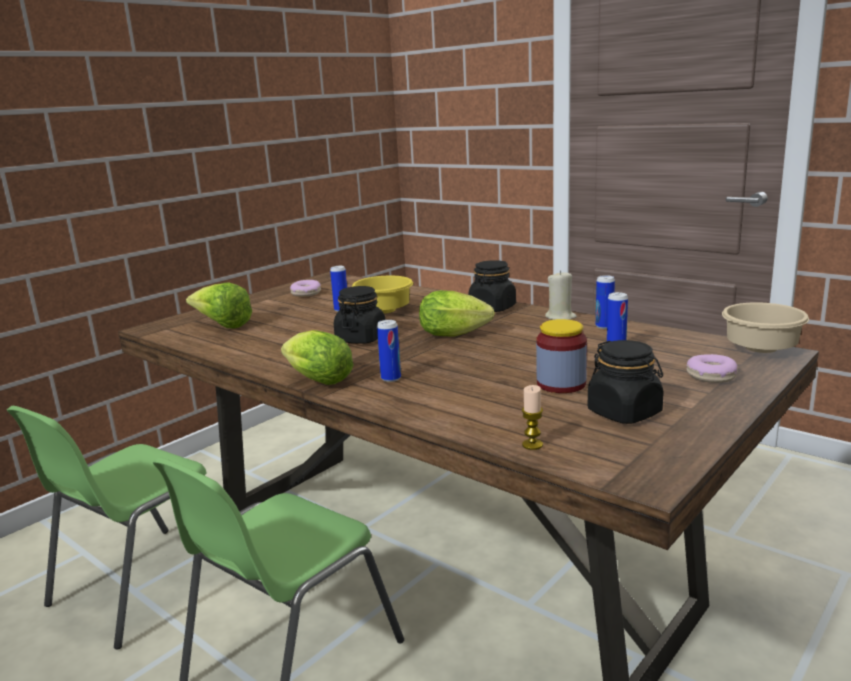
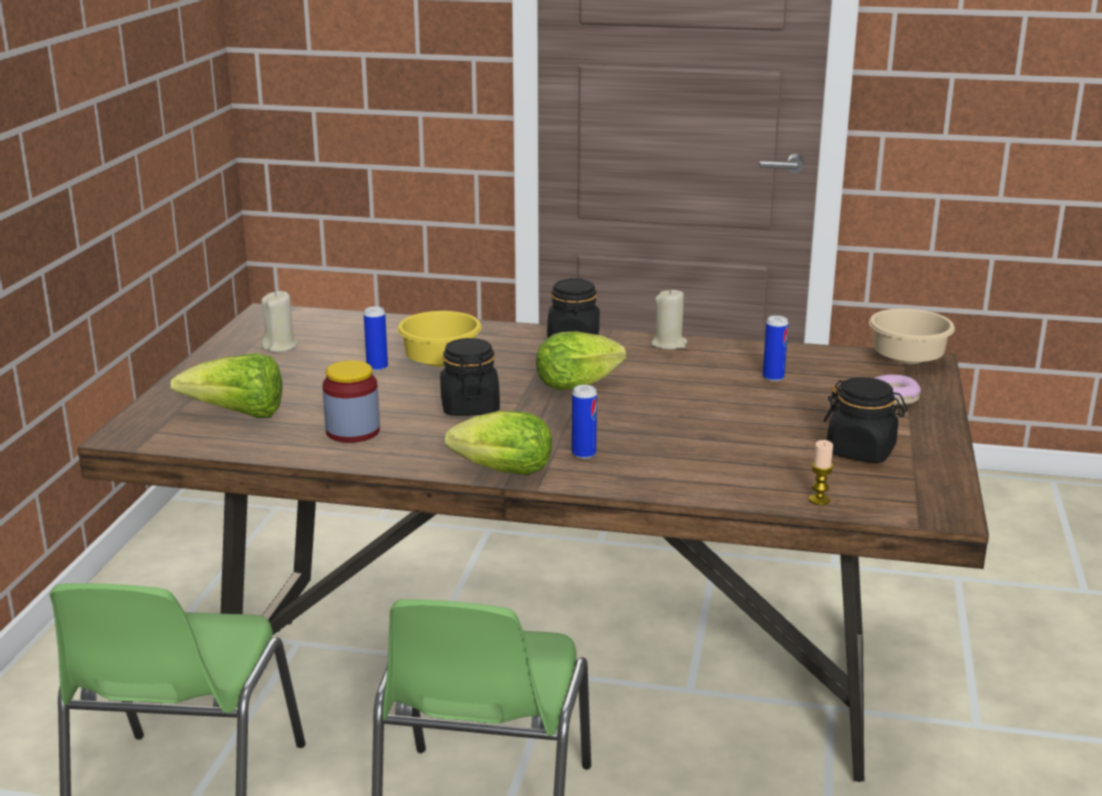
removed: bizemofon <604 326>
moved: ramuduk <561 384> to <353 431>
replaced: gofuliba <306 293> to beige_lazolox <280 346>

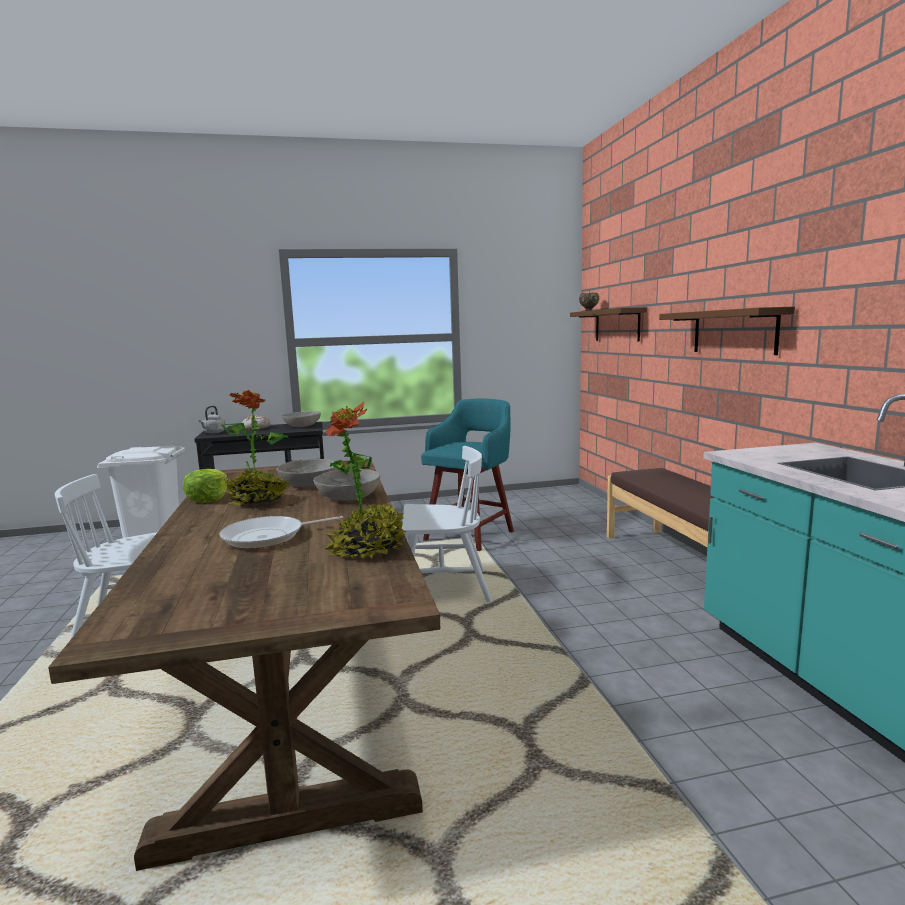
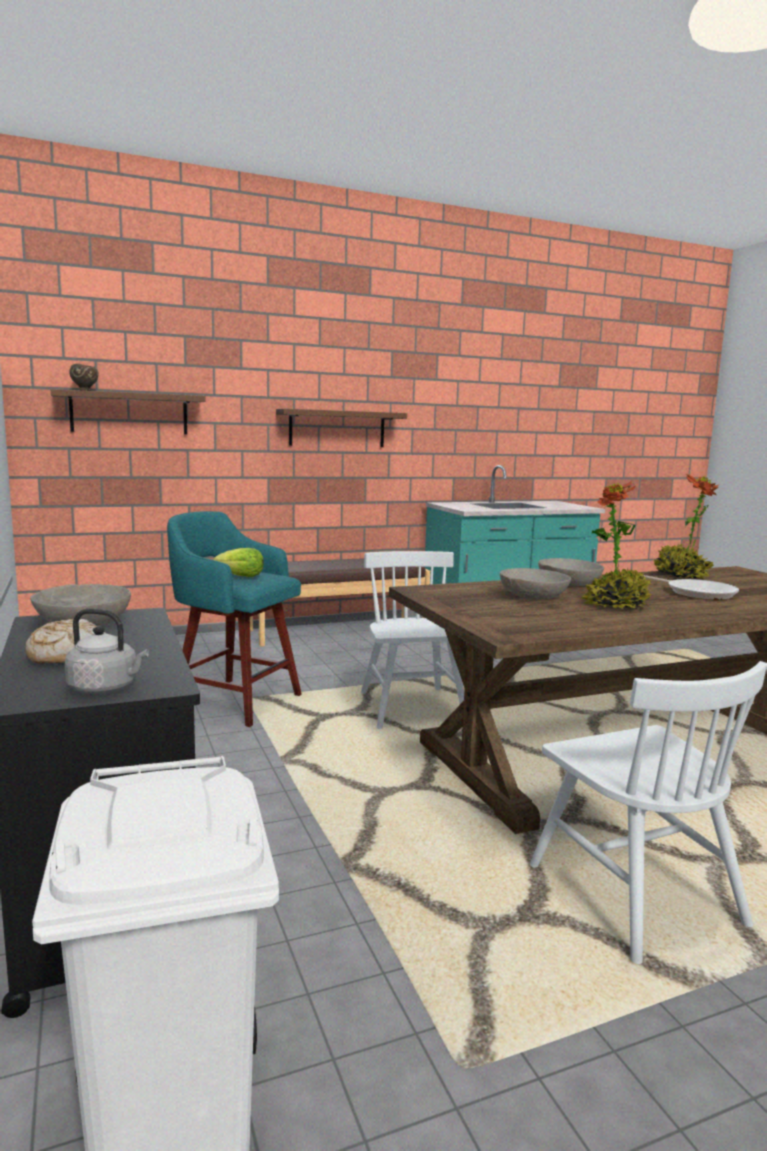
moved: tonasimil <208 499> to <241 576>

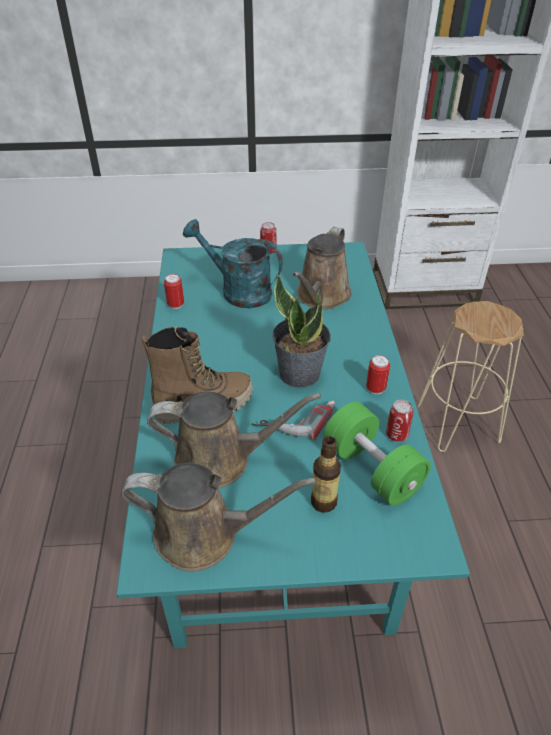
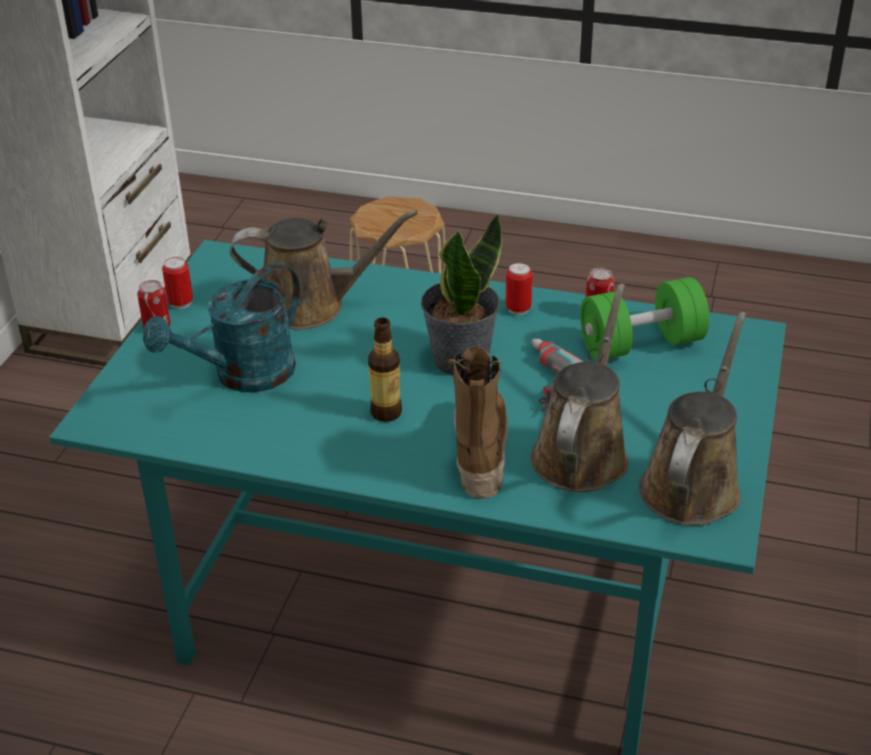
moved: bizemofon <176 305> to <180 303>; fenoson <323 502> to <386 412>
turned: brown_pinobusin <321 296> = <311 305> 45 degrees counterclockwise

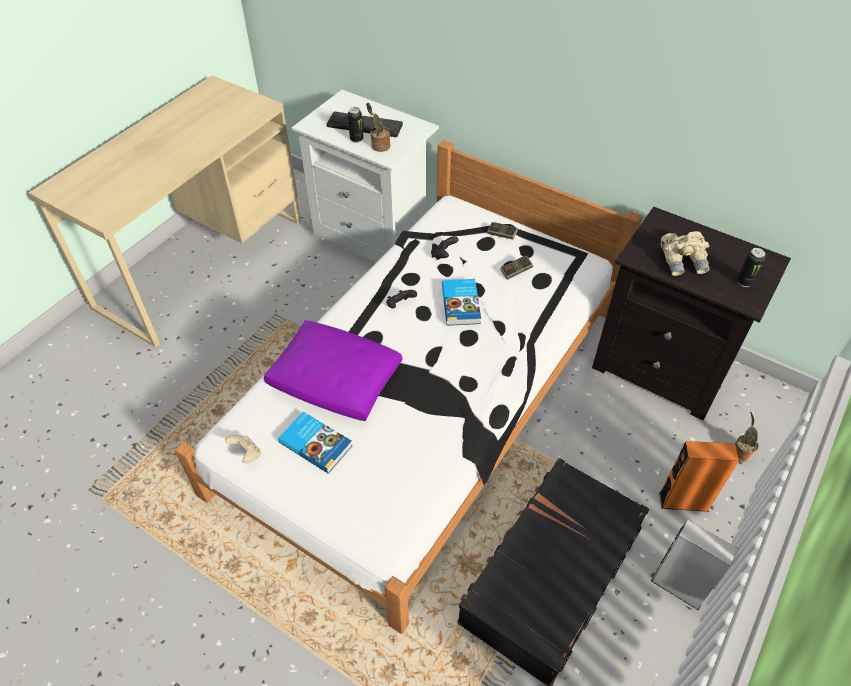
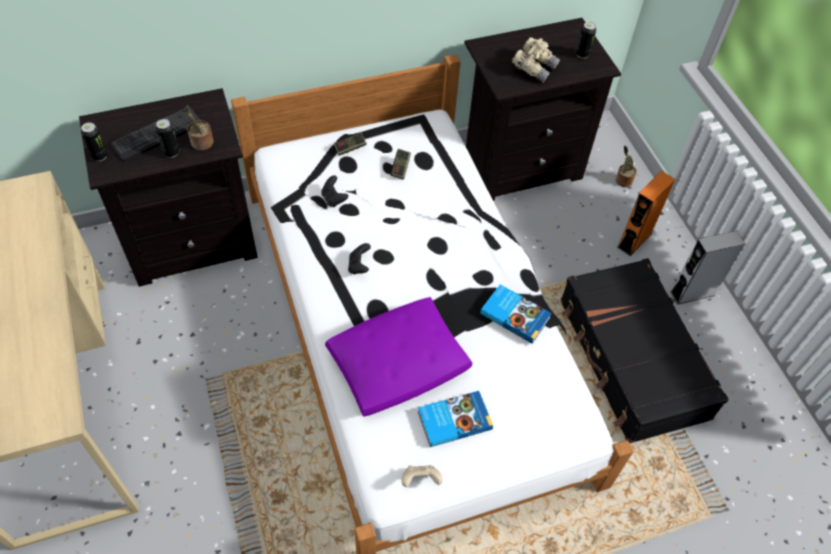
added: bizemofon <99 156>
moved: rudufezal <462 304> to <515 315>
recoloured: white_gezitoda <374 236> to black_gezitoda <193 241>

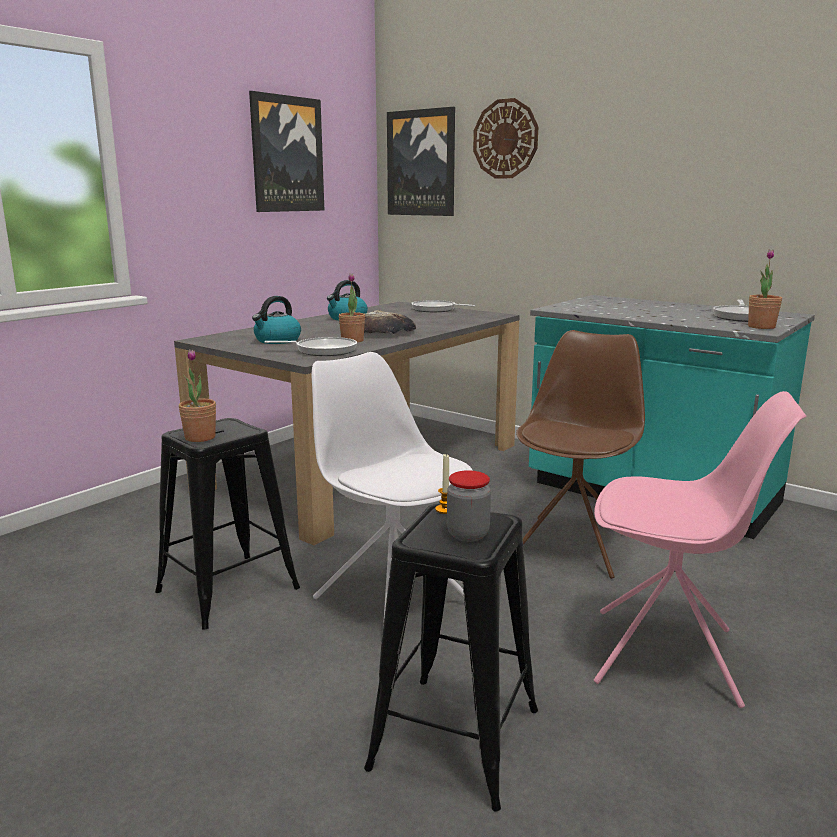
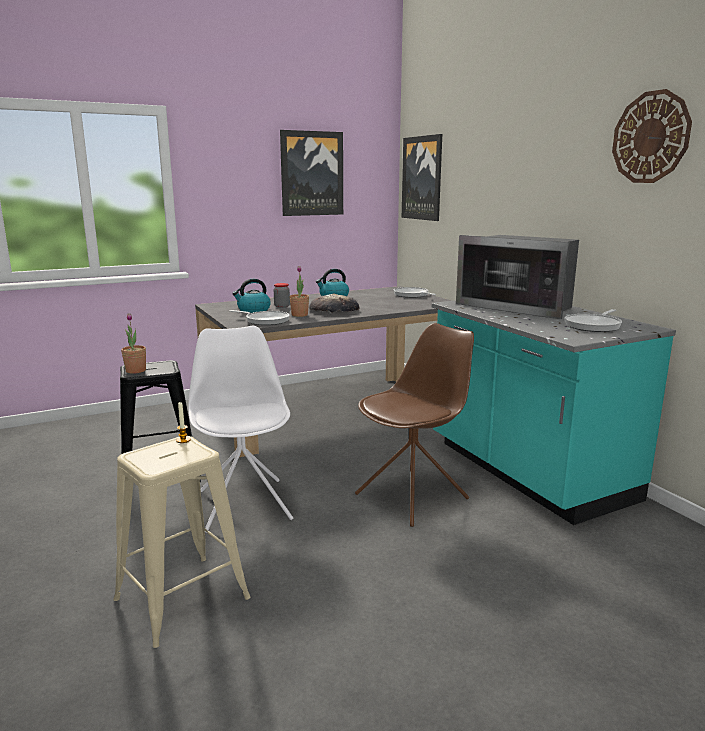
removed: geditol <761 327>; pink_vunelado <669 657>
added: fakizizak <518 306>
moved: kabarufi <505 139> to <650 137>; ramuduk <468 534> to <282 306>
recoloured: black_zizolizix <455 738> to beige_zizolizix <182 599>

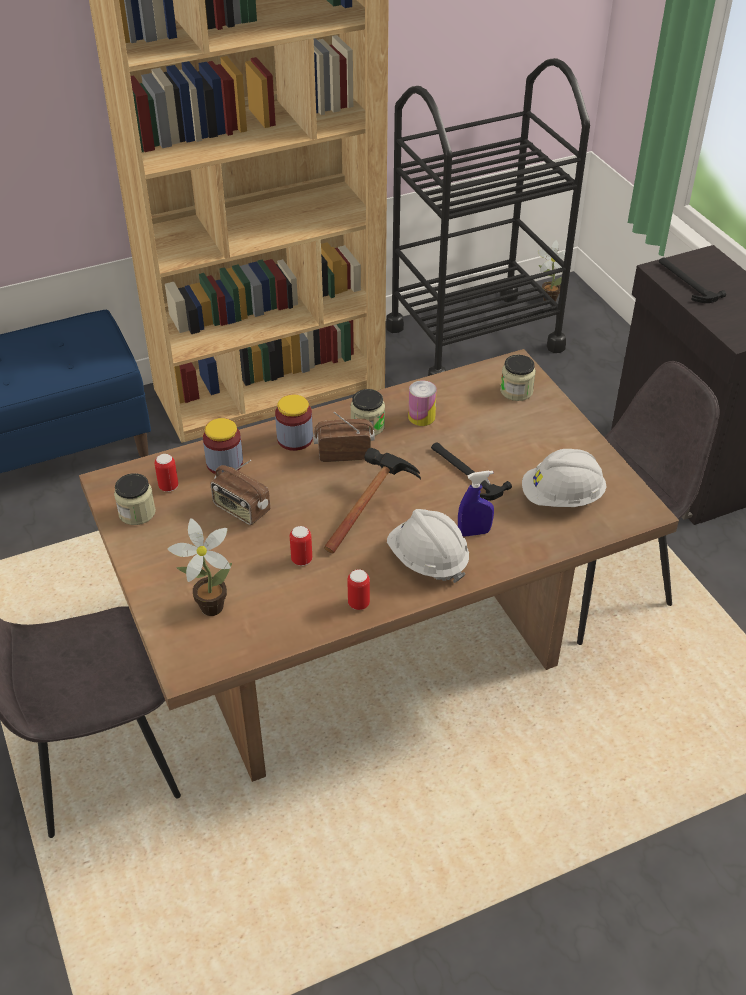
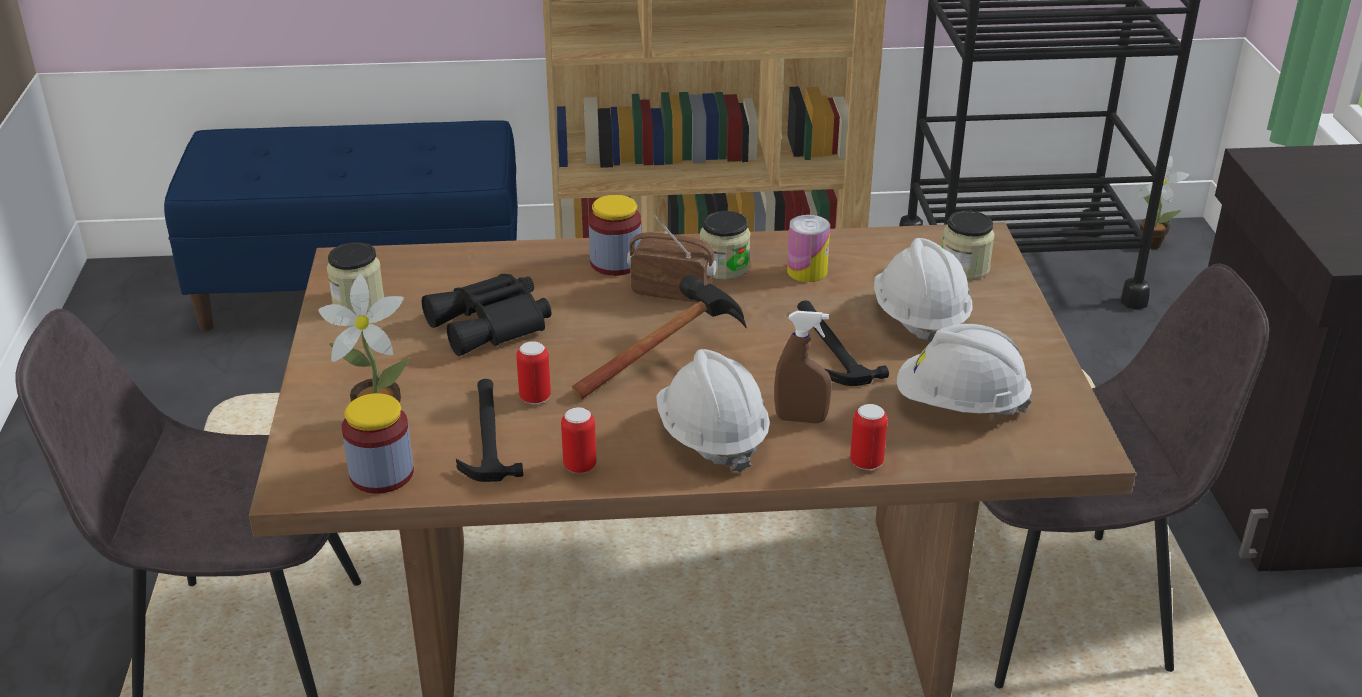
added: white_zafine <919 318>
moved: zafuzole <686 282> to <487 433>; ramuduk <224 463> to <381 474>; bizemofon <168 486> to <866 463>
replaced: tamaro <241 510> to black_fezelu <492 325>
recoloured: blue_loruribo <474 532> to brown_loruribo <801 419>

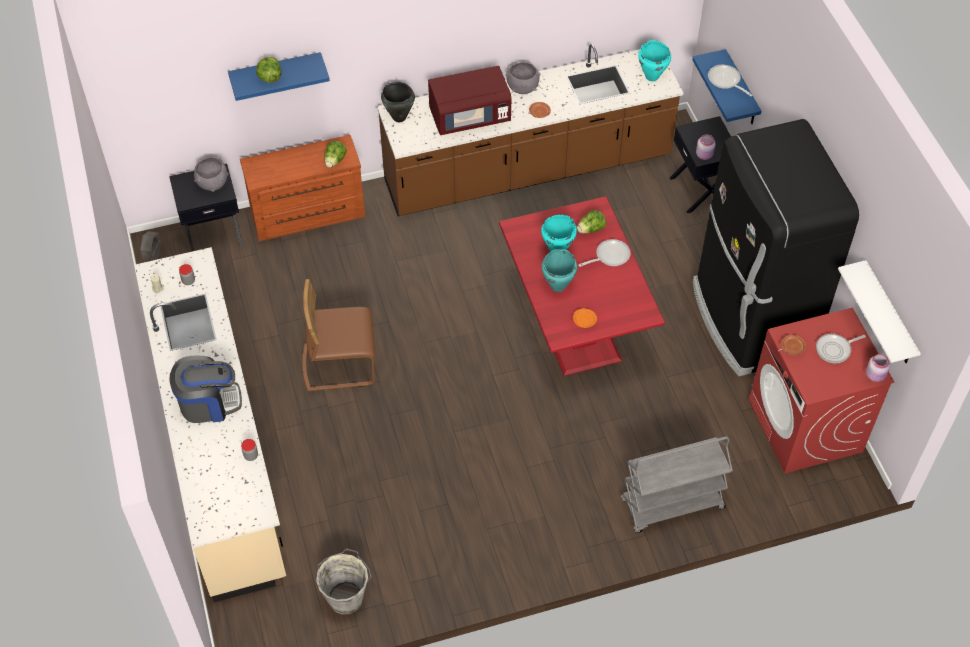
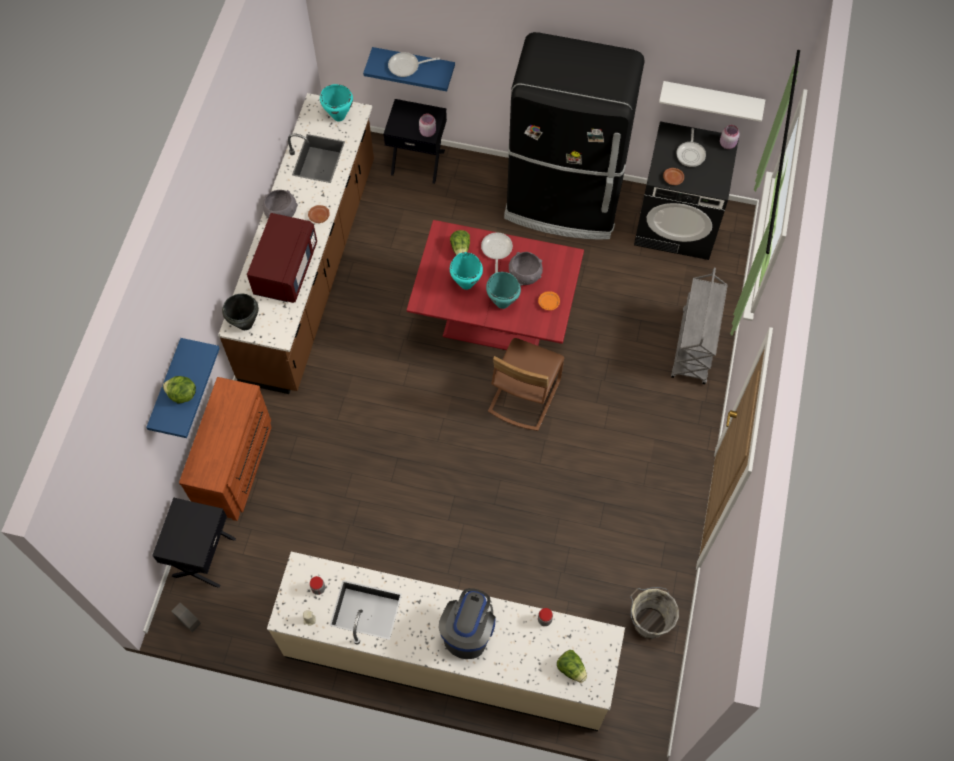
moved: tonasimil <335 161> to <571 668>; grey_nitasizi <213 183> to <525 276>; brown_vunelado <339 364> to <523 395>
recoloured: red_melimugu <805 426> to black_melimugu <677 223>

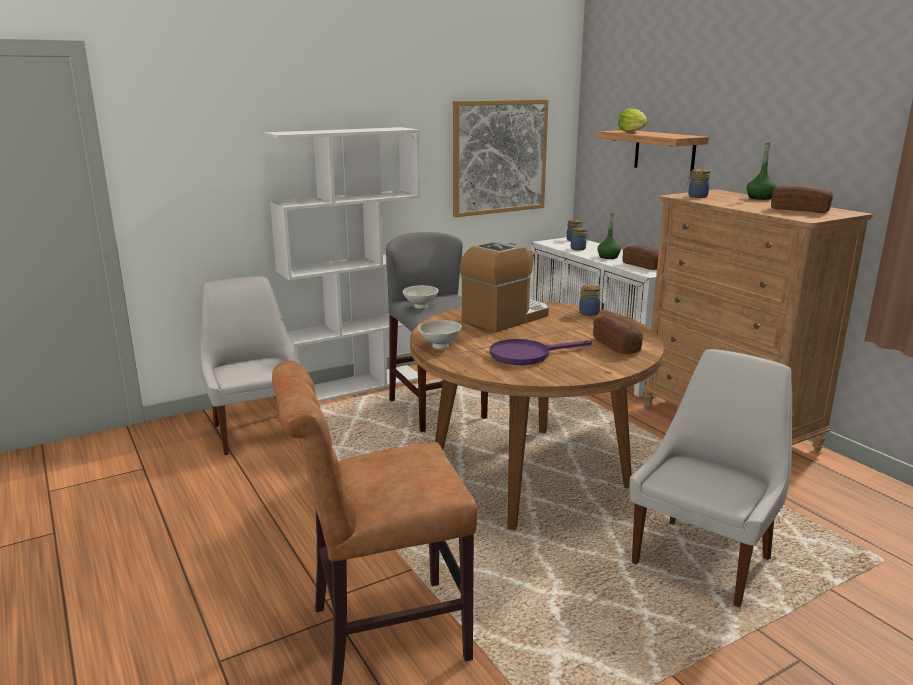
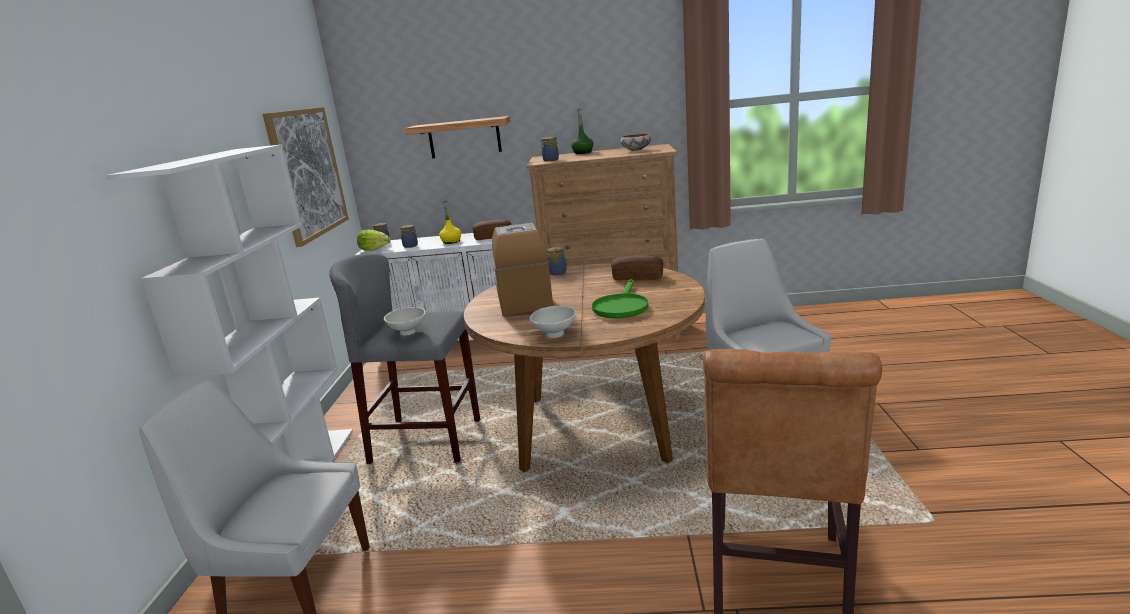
moved: tonasimil <632 132> to <374 249>
replaced: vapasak <799 210> to nitasizi <636 150>
recoloured: green_fenoson <608 257> to yellow_fenoson <451 242>; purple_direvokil <527 355> to green_direvokil <621 306>

